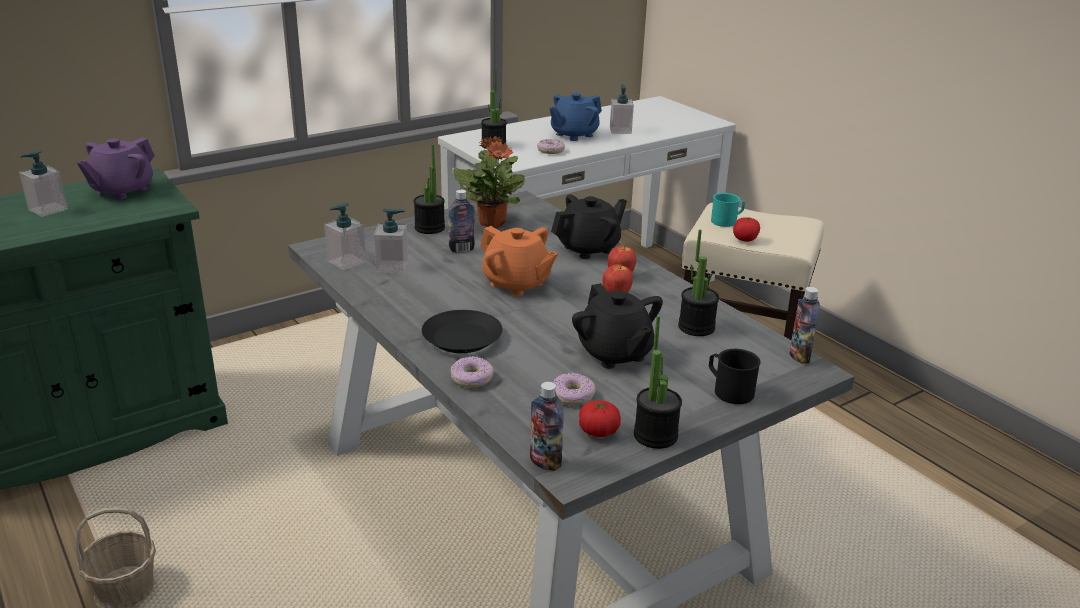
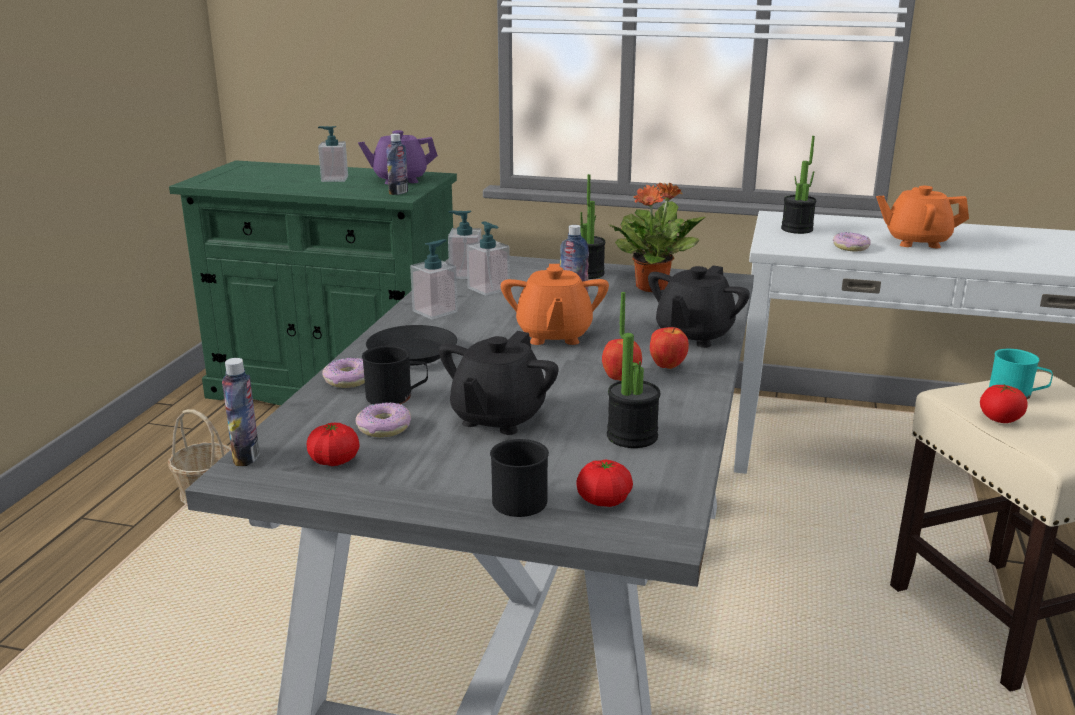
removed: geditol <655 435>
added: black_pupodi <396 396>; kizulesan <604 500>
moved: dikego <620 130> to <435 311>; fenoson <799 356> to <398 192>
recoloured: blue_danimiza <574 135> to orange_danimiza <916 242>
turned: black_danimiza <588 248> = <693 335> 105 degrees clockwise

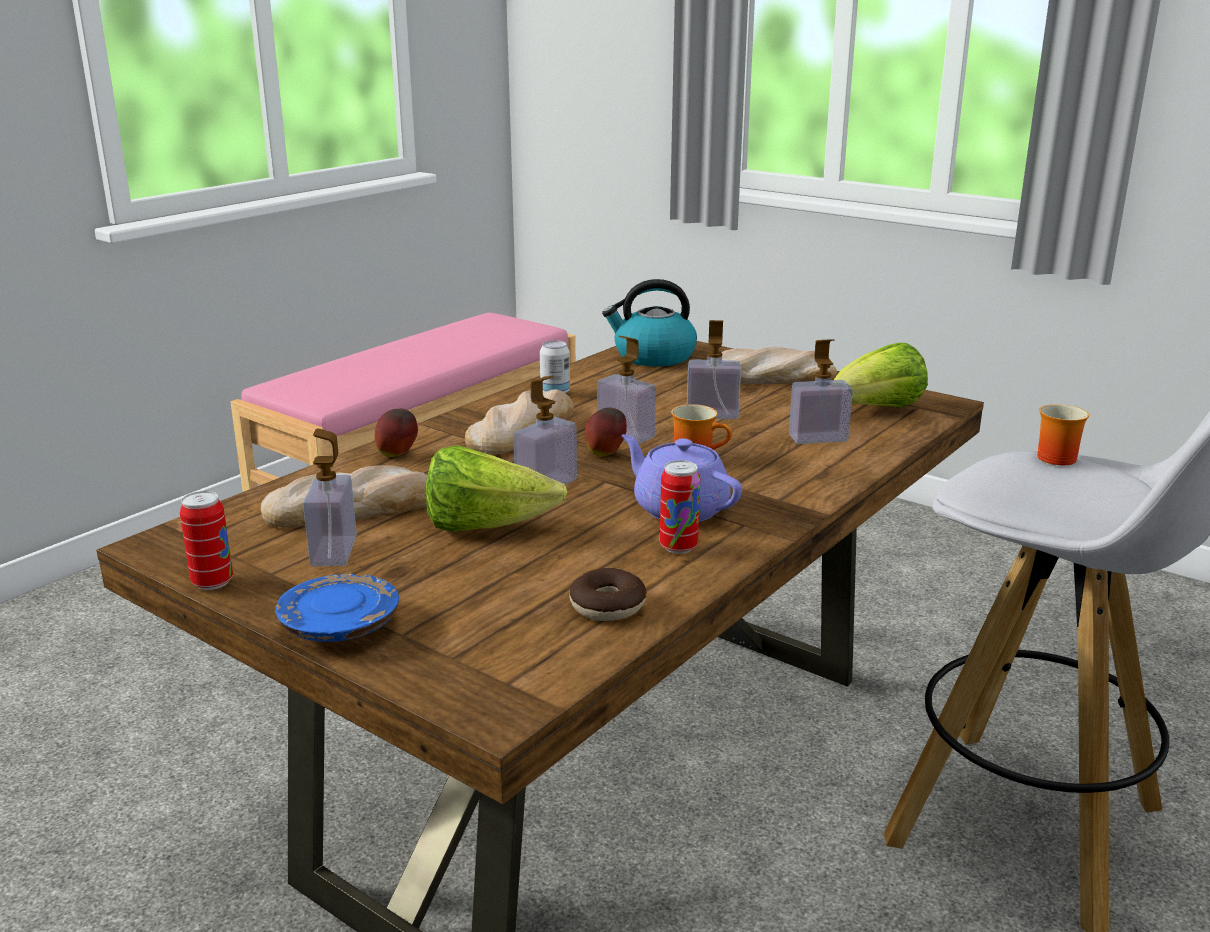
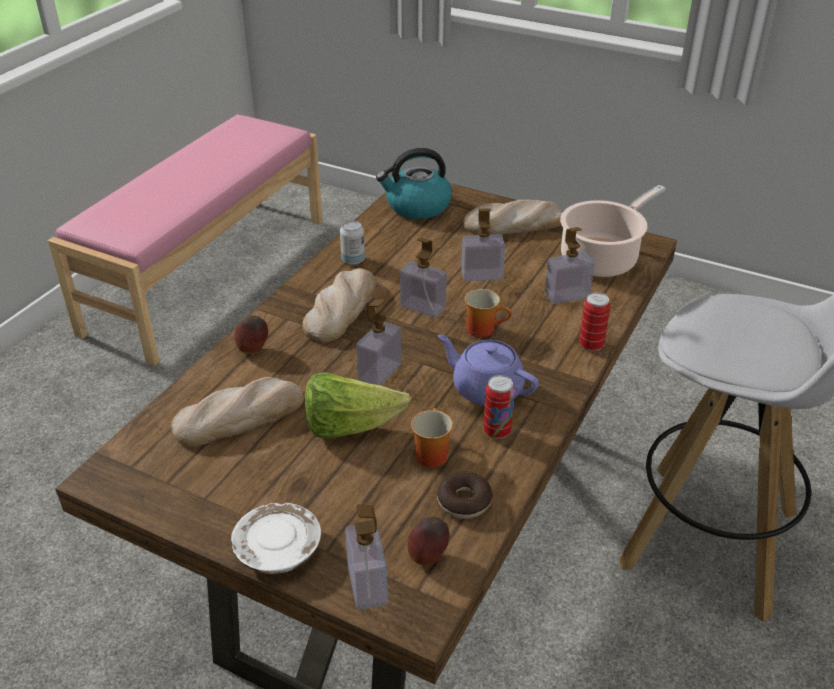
moved: pupodi <1053 456> to <429 453>; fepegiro <605 454> to <428 557>; dikego <334 551> to <367 584>; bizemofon <212 582> to <591 345>
replaced: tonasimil <876 410> to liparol <602 258>
recoloured: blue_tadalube <339 626> to white_tadalube <277 549>

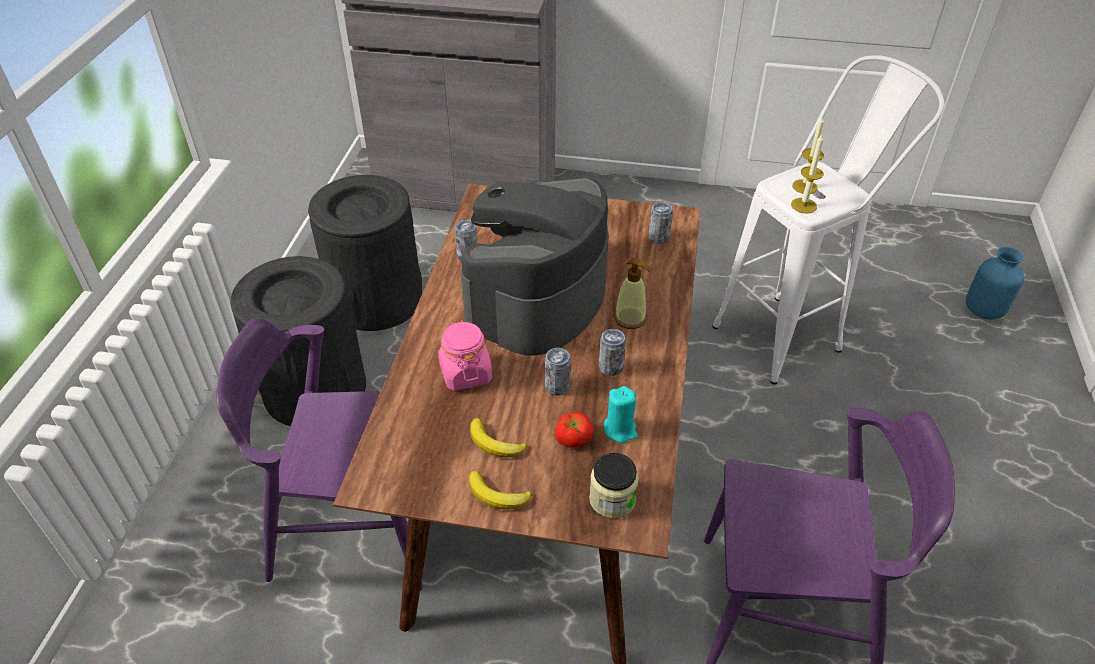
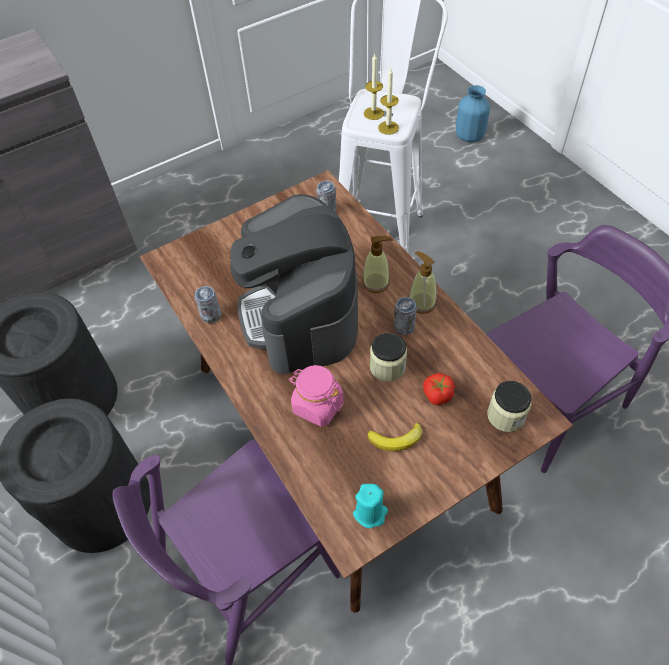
removed: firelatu <497 495>
added: dikego <421 303>
moved: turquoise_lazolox <620 430> to <370 513>
replaced: bizemofon <557 387> to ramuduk <387 367>

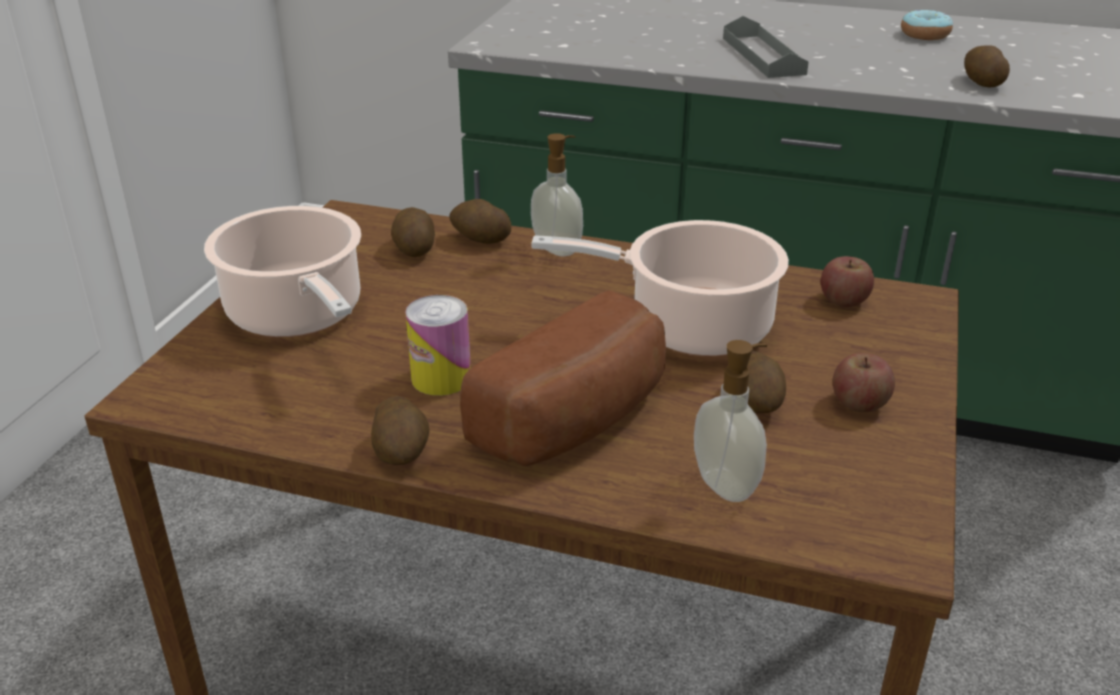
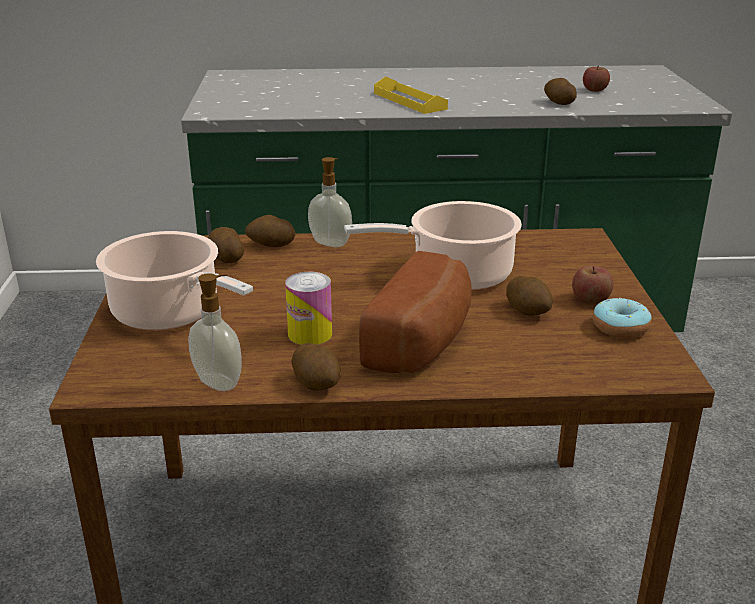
moved: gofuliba <925 35> to <620 328>; fepegiro <844 300> to <595 90>; dikego <727 485> to <219 382>
recoloured: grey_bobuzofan <763 55> to yellow_bobuzofan <409 101>

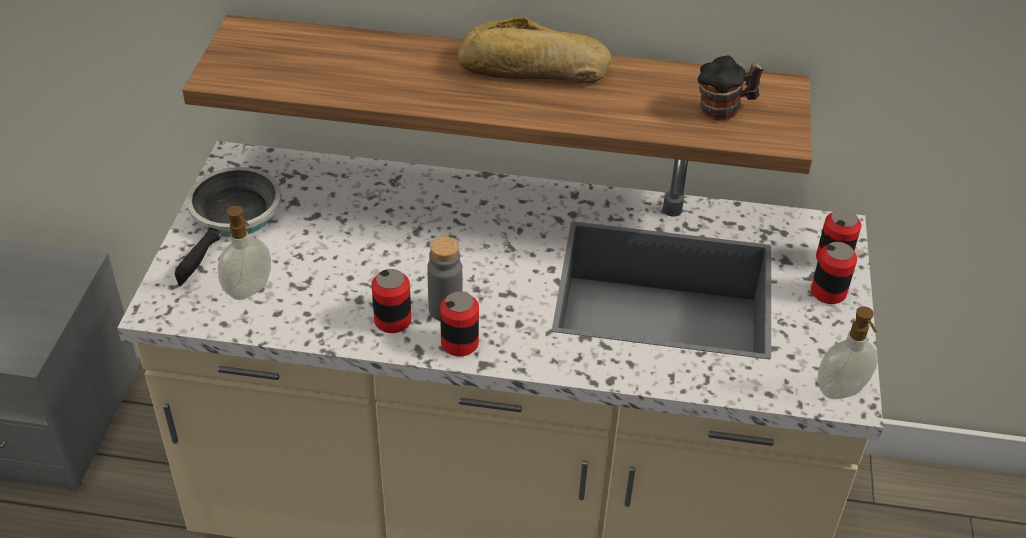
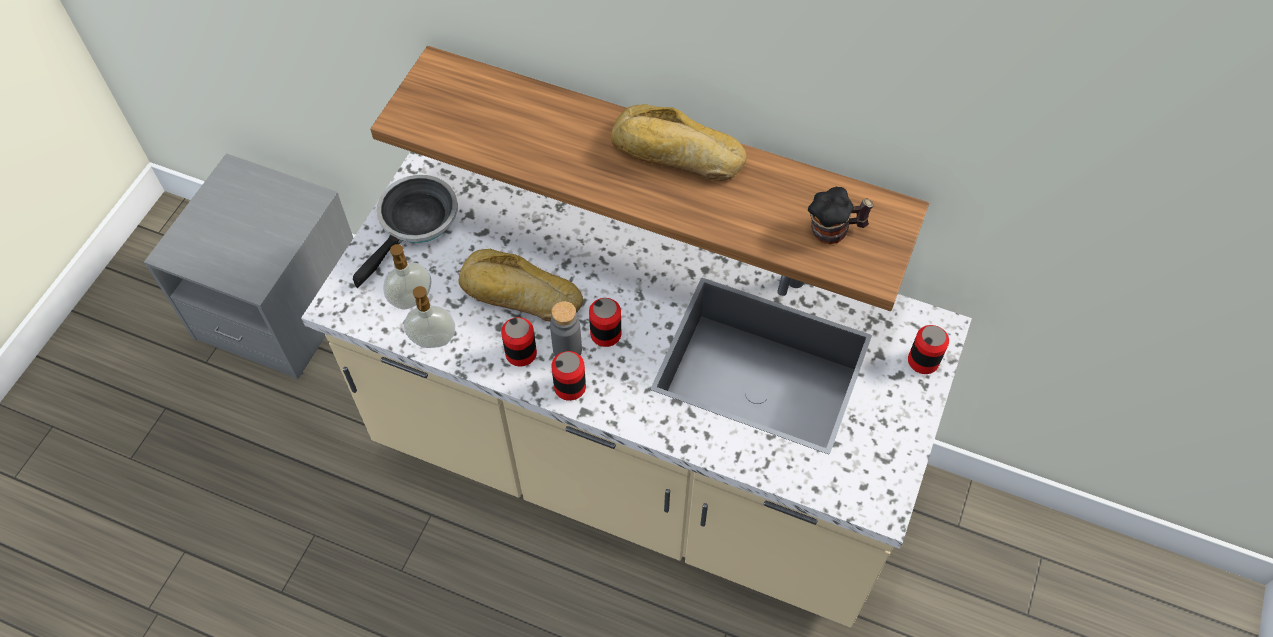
added: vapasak <519 296>
moved: bizemofon <828 292> to <605 334>; dikego <841 391> to <433 342>

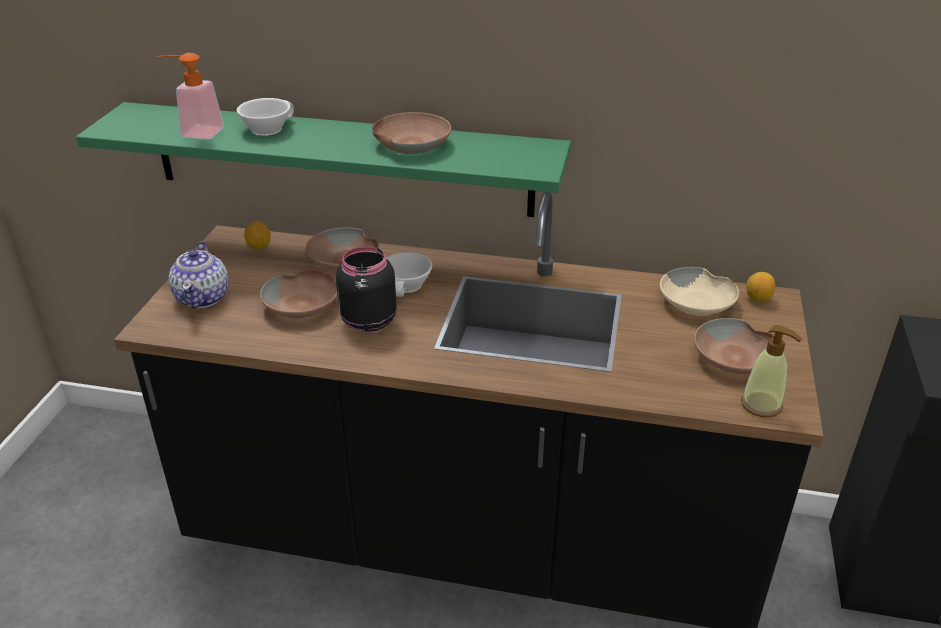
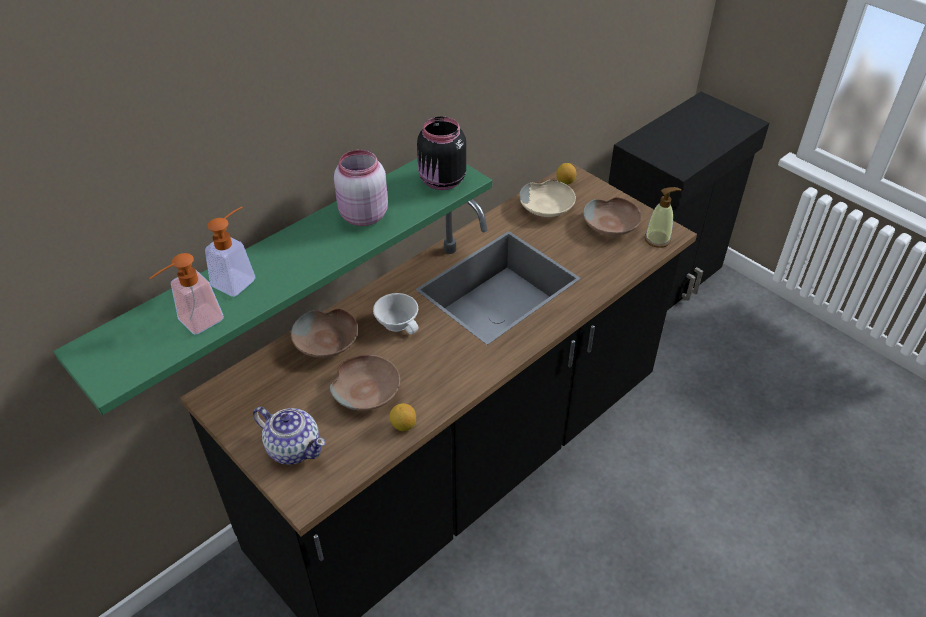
moved: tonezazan <259 247> to <403 425>; black_ramuduk <367 322> to <442 181>
replaced: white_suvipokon <266 128> to dikego <239 279>; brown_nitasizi <411 144> to pink_ramuduk <362 216>

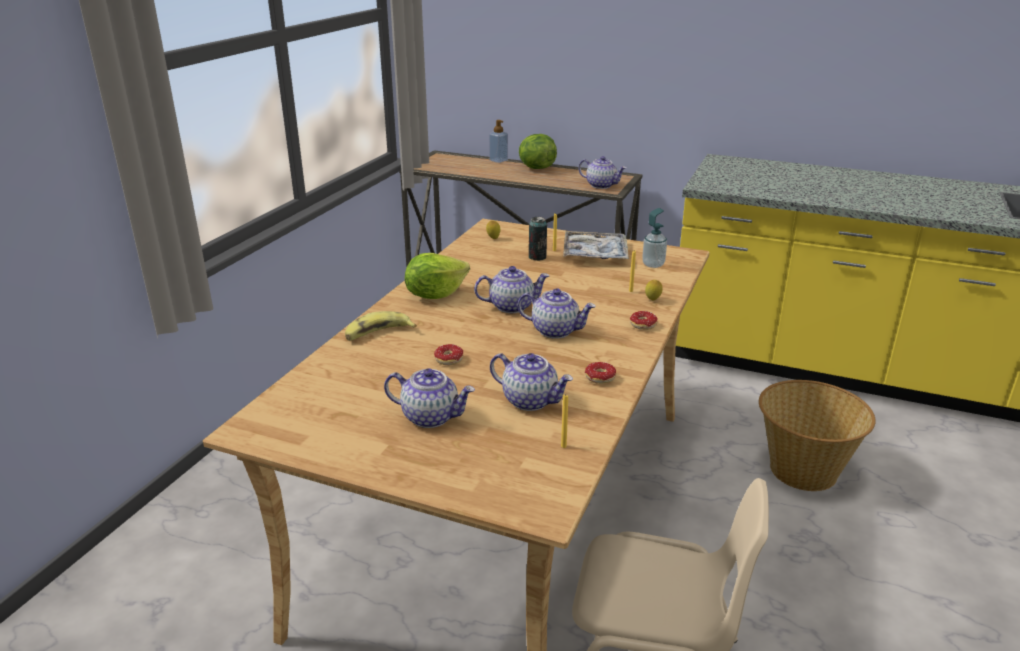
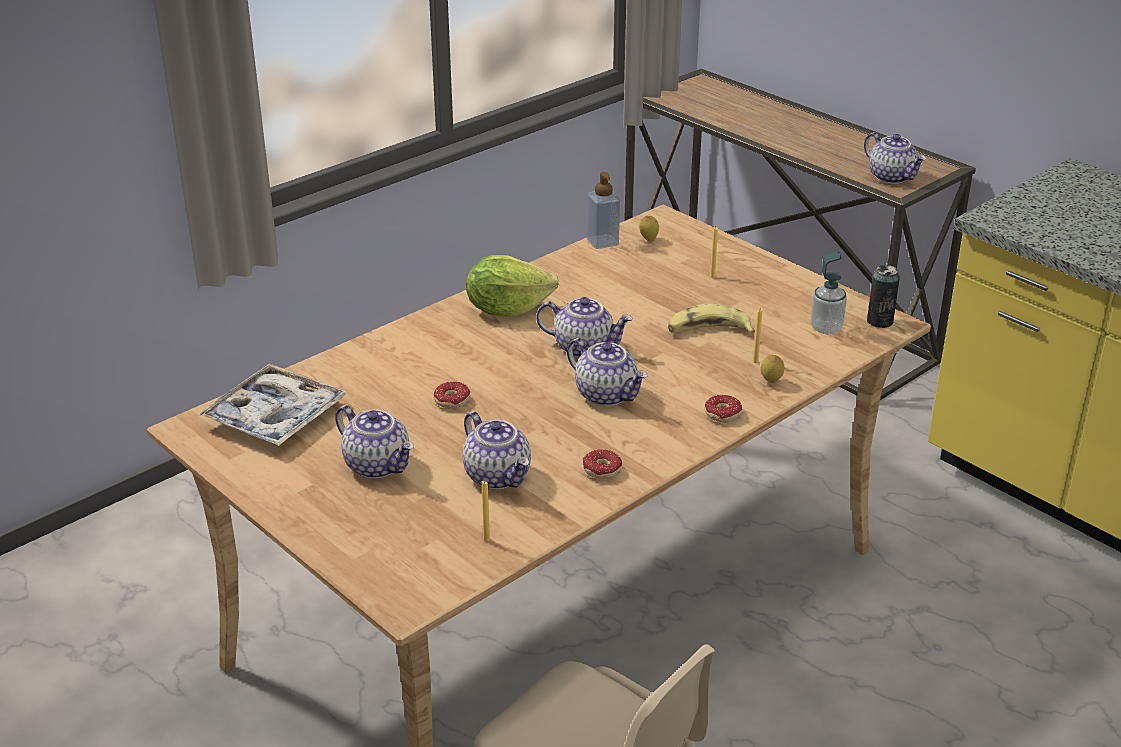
removed: tonasimil <536 168>; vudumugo <802 471>
moved: dikego <498 160> to <602 242>; bizemofon <537 257> to <879 321>; bobuzofan <595 253> to <275 416>; firelatu <378 334> to <708 331>

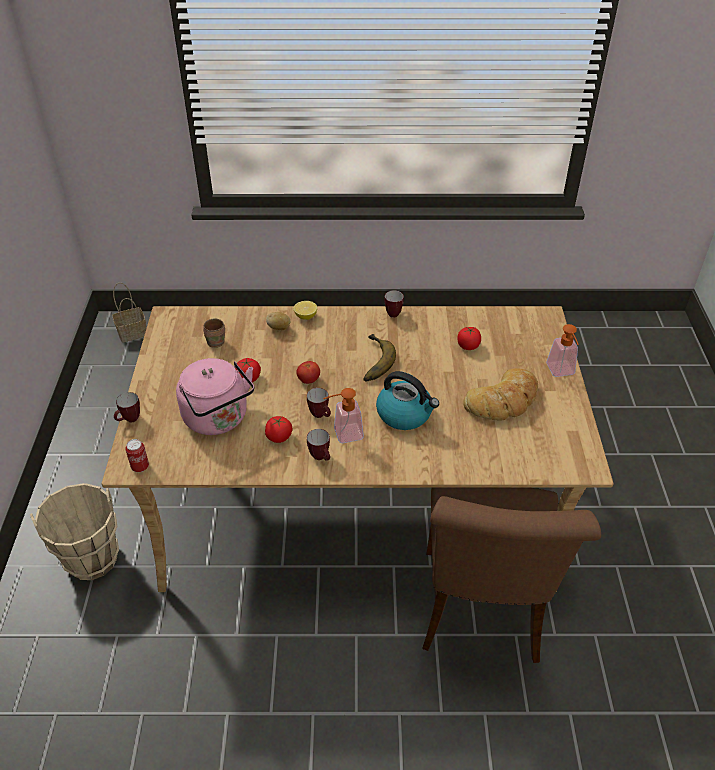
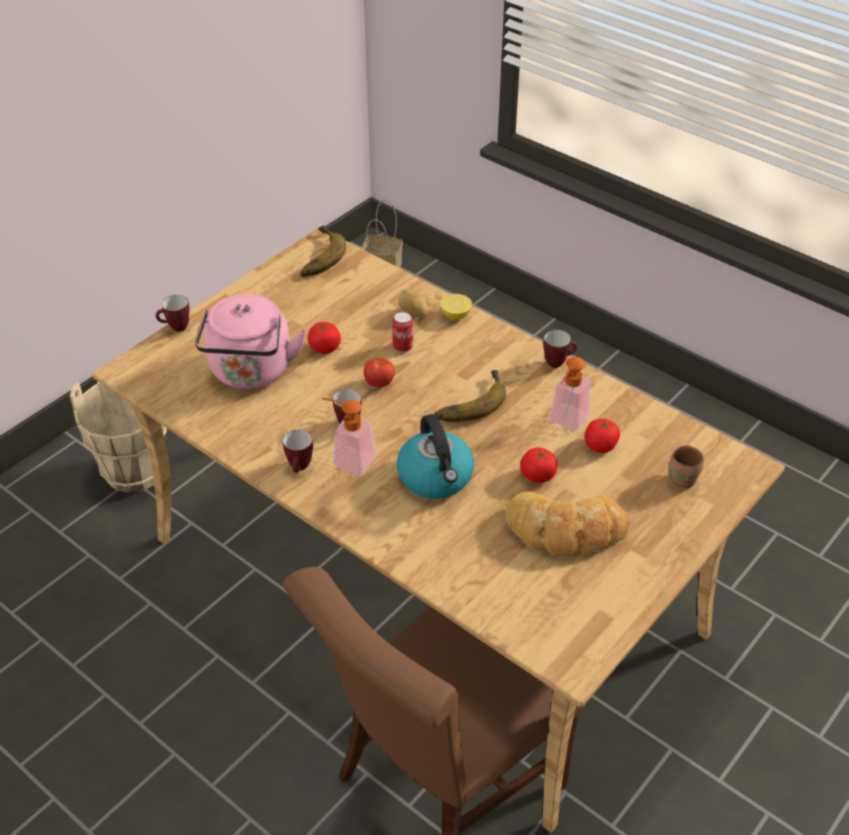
added: firelatu <316 256>
moved: brown_pupodi <216 342> to <684 479>; dikego <562 372> to <565 422>; kizulesan <279 437> to <537 475>; bizemofon <140 467> to <403 347>

